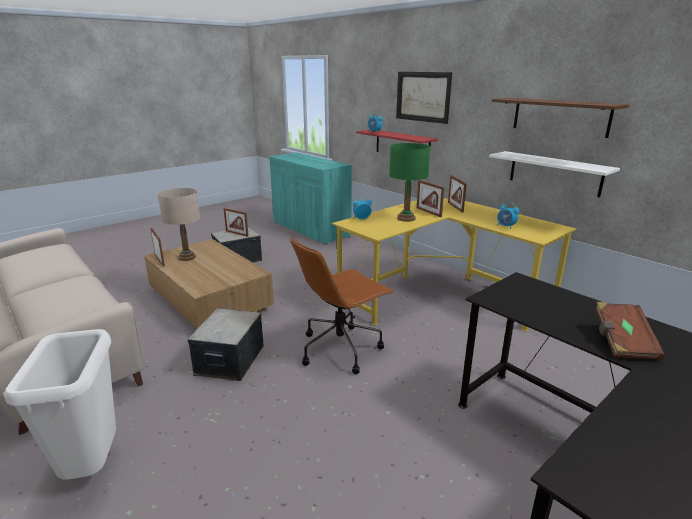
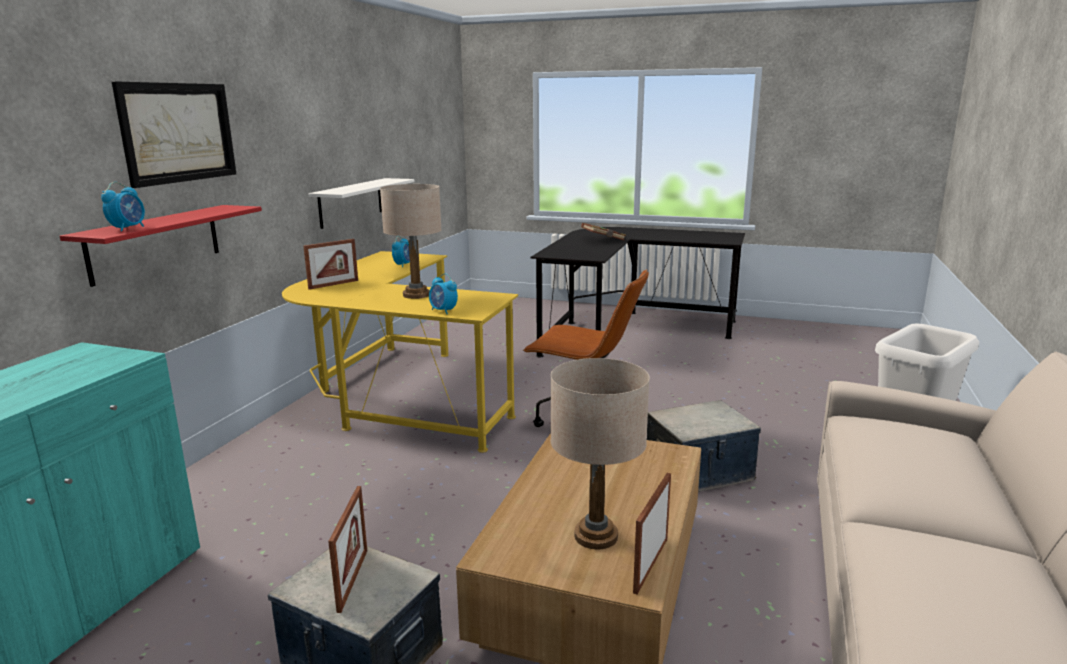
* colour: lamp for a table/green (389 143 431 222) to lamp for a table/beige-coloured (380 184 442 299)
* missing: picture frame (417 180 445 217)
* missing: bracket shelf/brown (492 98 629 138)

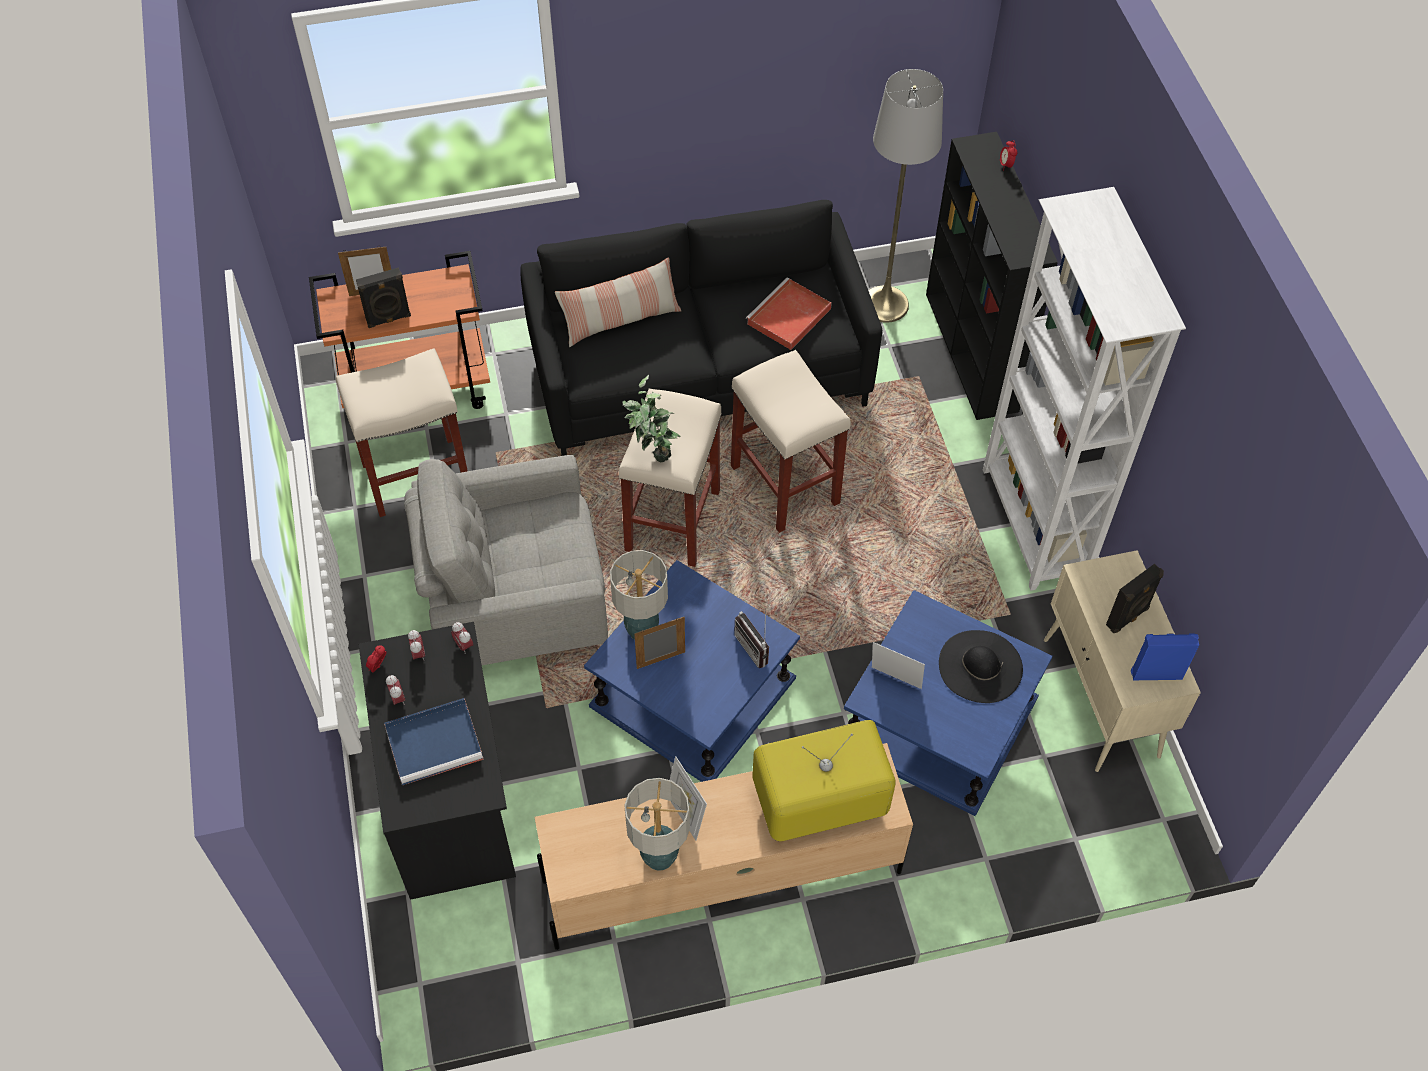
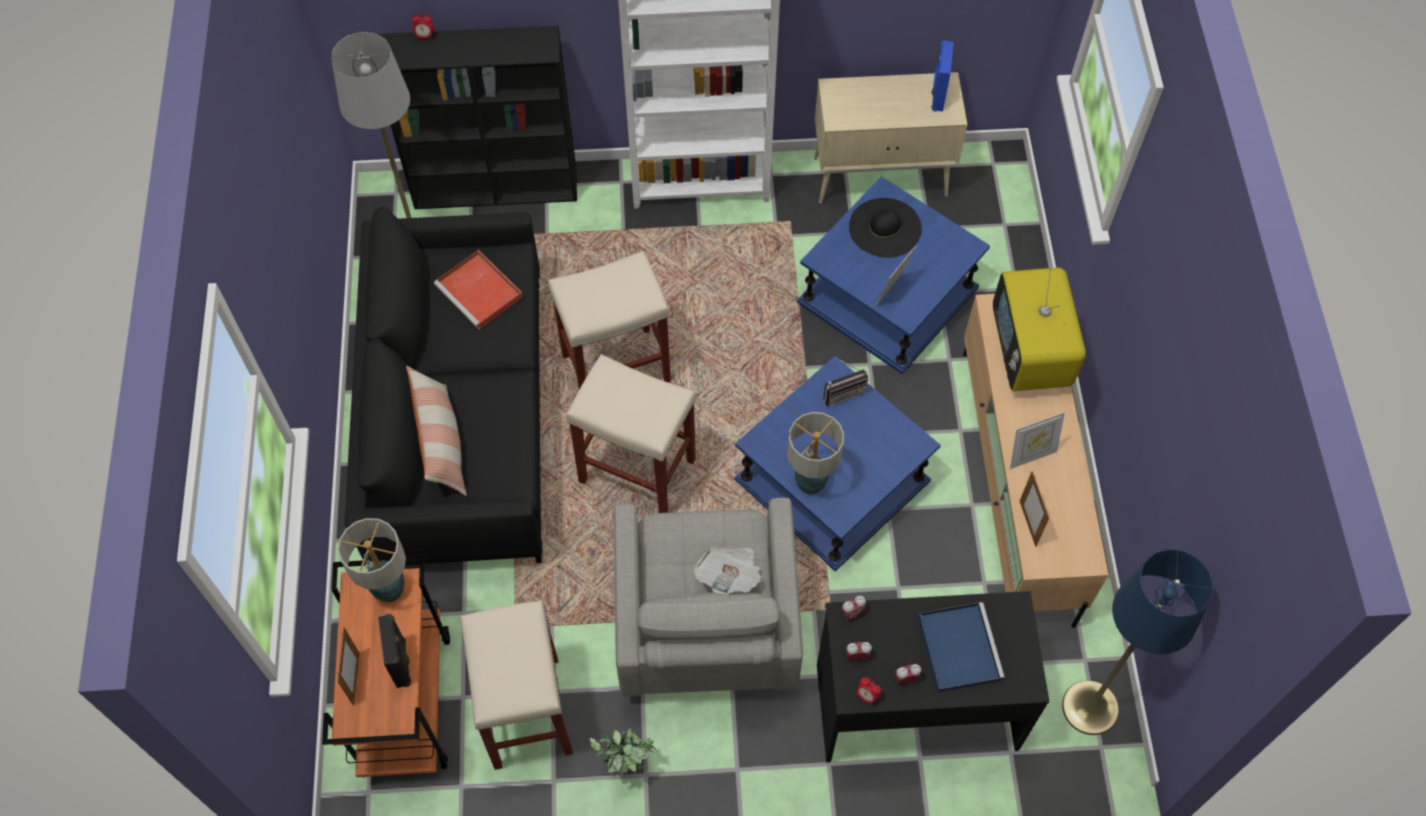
* relocated: lamp for a table (624 778 690 871) to (338 518 406 602)
* relocated: plant in a pot (622 375 680 462) to (590 728 658 777)
* appeared: printed paper (694 547 762 594)
* relocated: picture frame (634 617 685 669) to (1020 471 1049 547)
* appeared: standing lamp/bluish (1062 549 1213 735)
* missing: speaker/blackish (1106 564 1164 633)

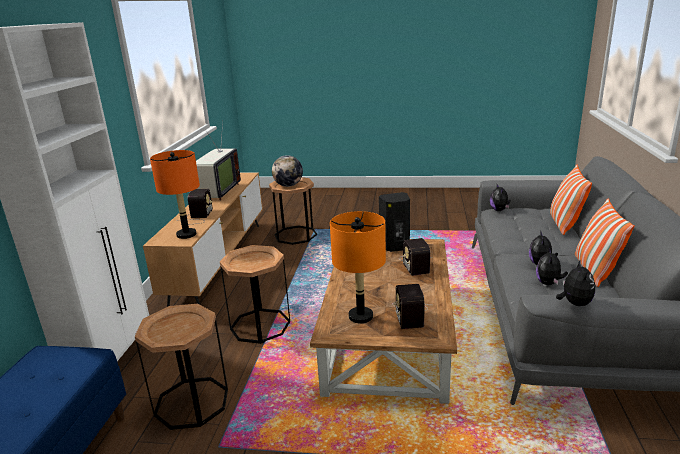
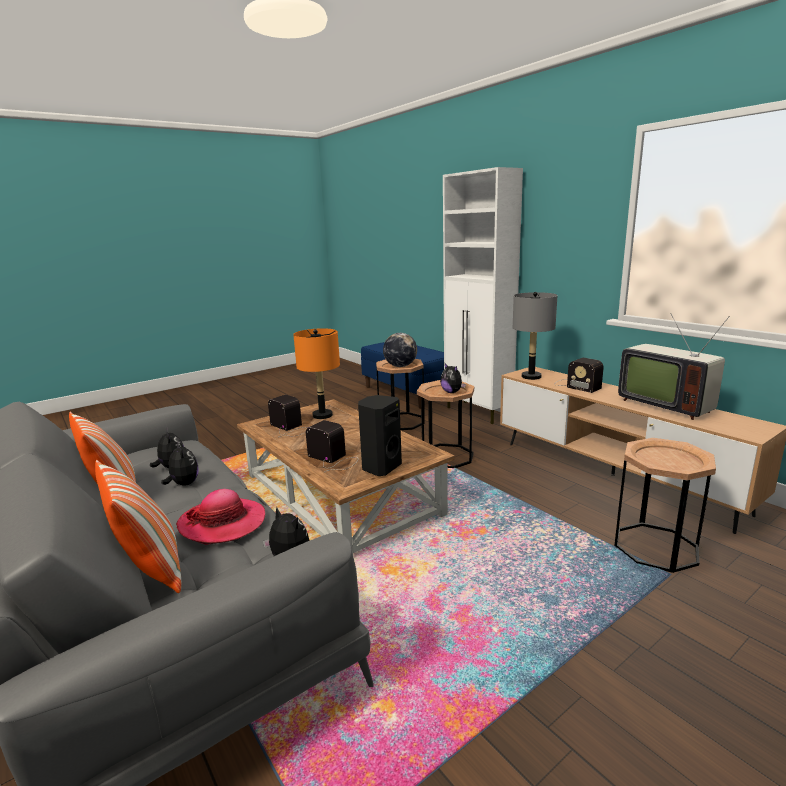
* appeared: hat (176 489 265 545)
* relocated: globe (272 155 303 187) to (383 333 417 367)
* relocated: cuddly toy (556 261 595 306) to (440 364 466 393)
* colour: lamp for a table/orange-coloured (150 150 200 239) to lamp for a table/grey (513 292 558 380)

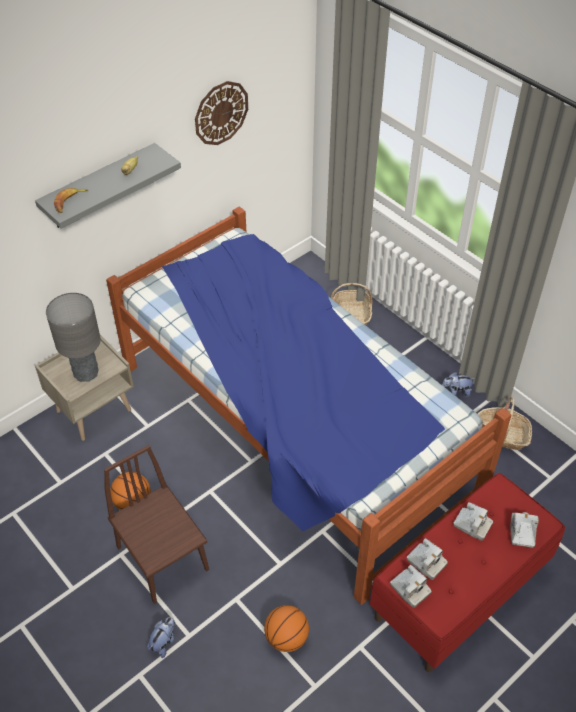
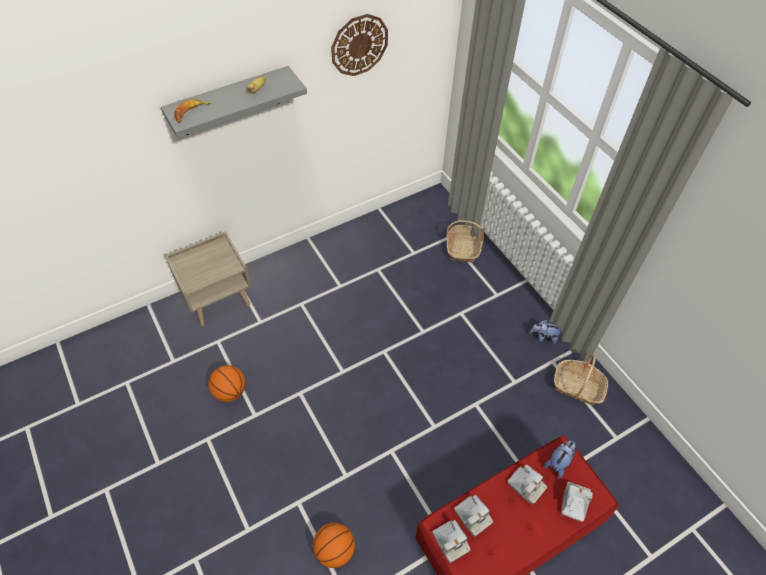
* relocated: cuddly toy (147 617 175 658) to (544 441 576 478)
* missing: lamp for a table/grey (46 293 101 382)
* missing: chair/brown (104 445 209 604)
* missing: bed (106 206 512 605)

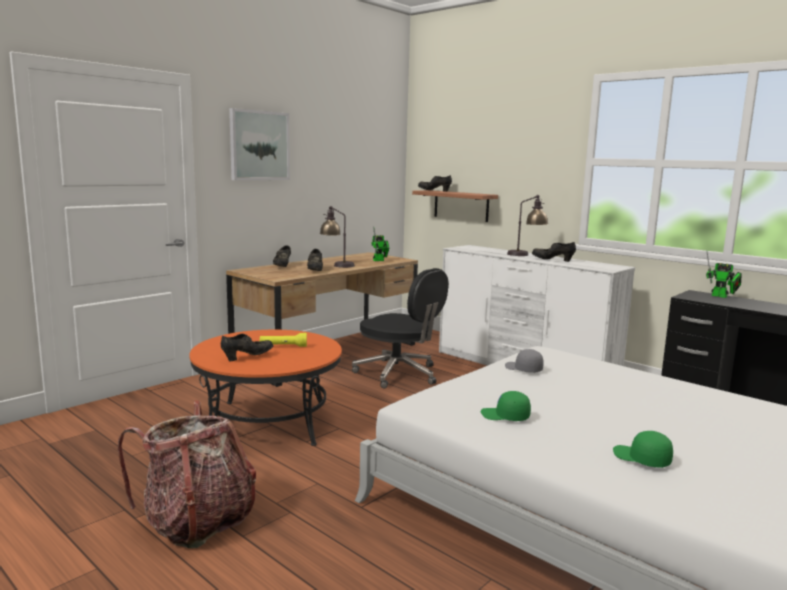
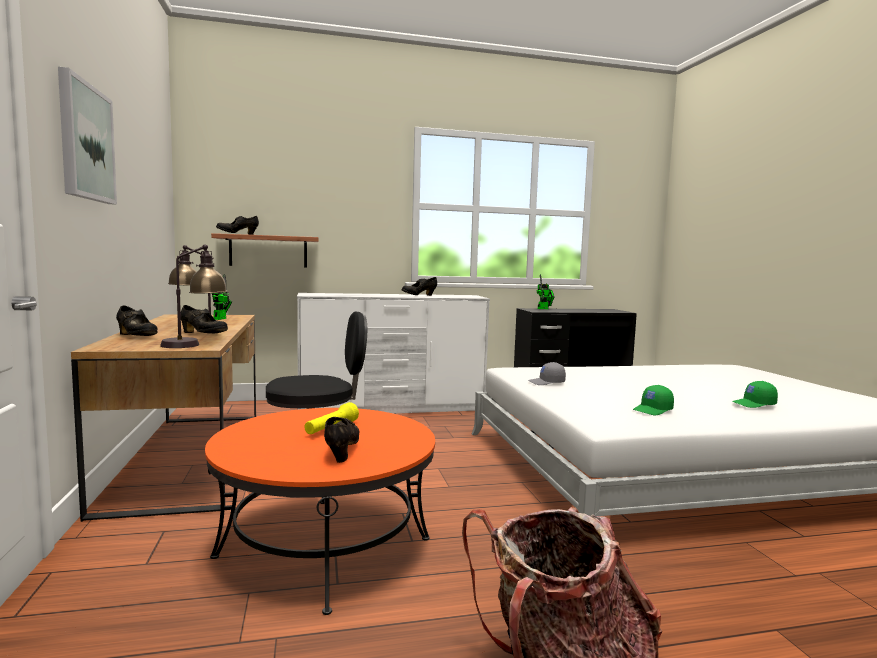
* relocated: lamp for a table (507 195 548 256) to (160 245 227 348)

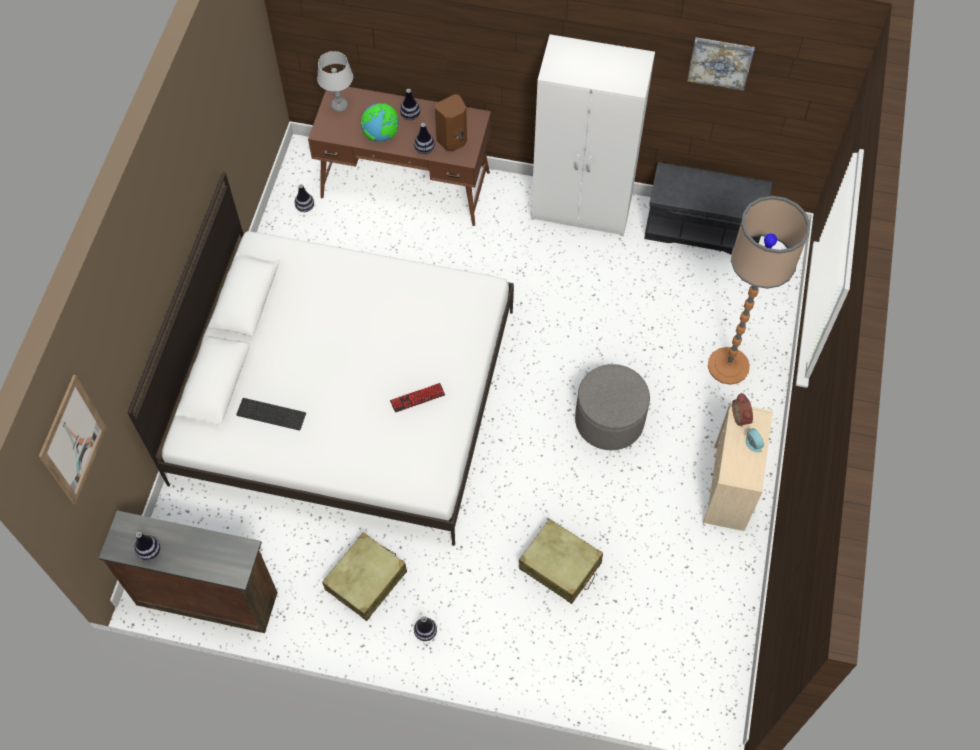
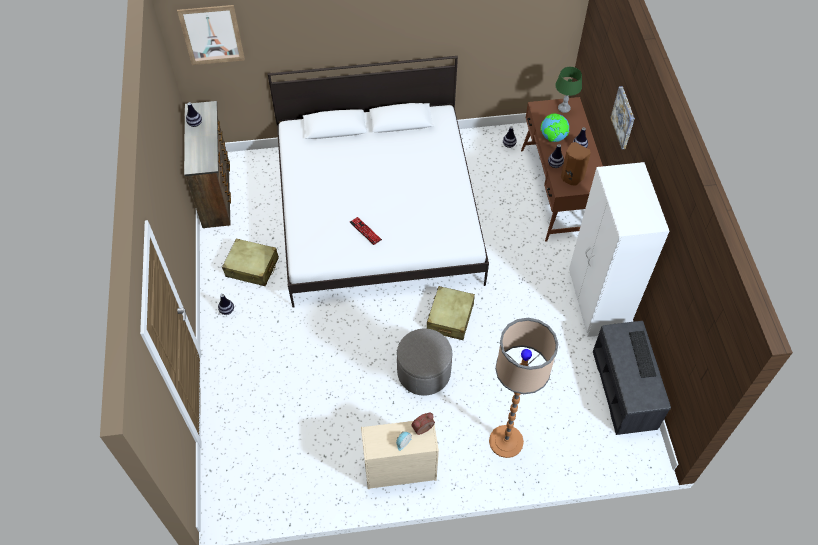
* relocated: travel case/beige-coloured (519 519 603 604) to (427 286 475 340)
* colour: lamp for a table/grey (317 51 353 112) to lamp for a table/green (555 67 582 113)
* relocated: wall picture (687 37 755 91) to (610 86 635 149)
* relocated: computer keyboard (236 398 306 431) to (629 331 657 378)

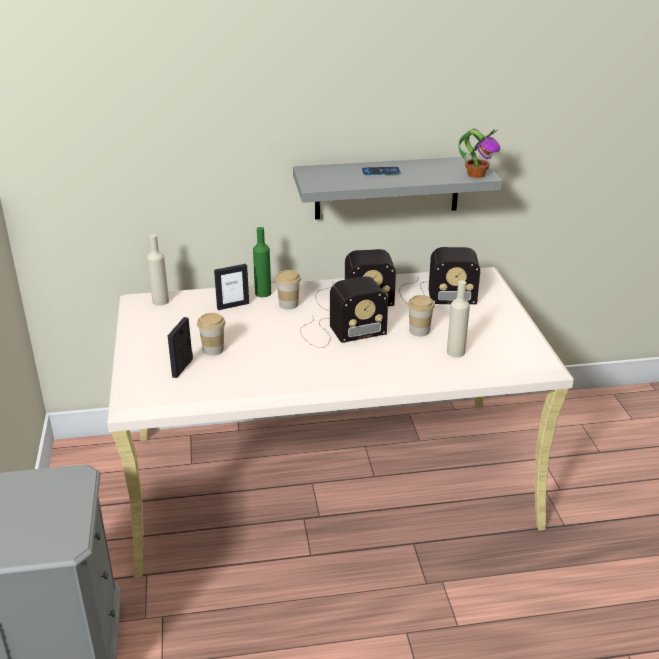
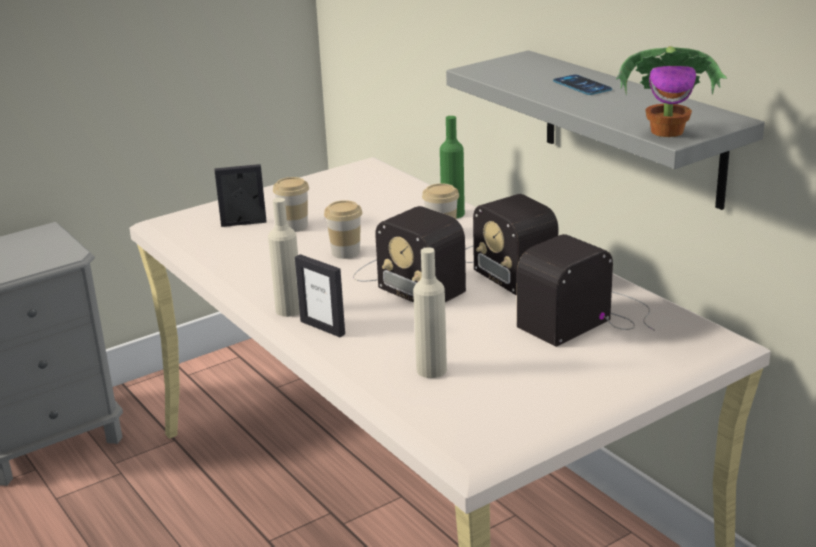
* relocated: drink bottle/beige-coloured (147 234 169 306) to (268 198 300 317)
* relocated: picture frame (214 264 249 310) to (295 254 345 337)
* relocated: cup (408 295 435 337) to (324 200 362 259)
* spun: radio receiver (399 247 480 305) = (517 234 655 347) 75 degrees clockwise

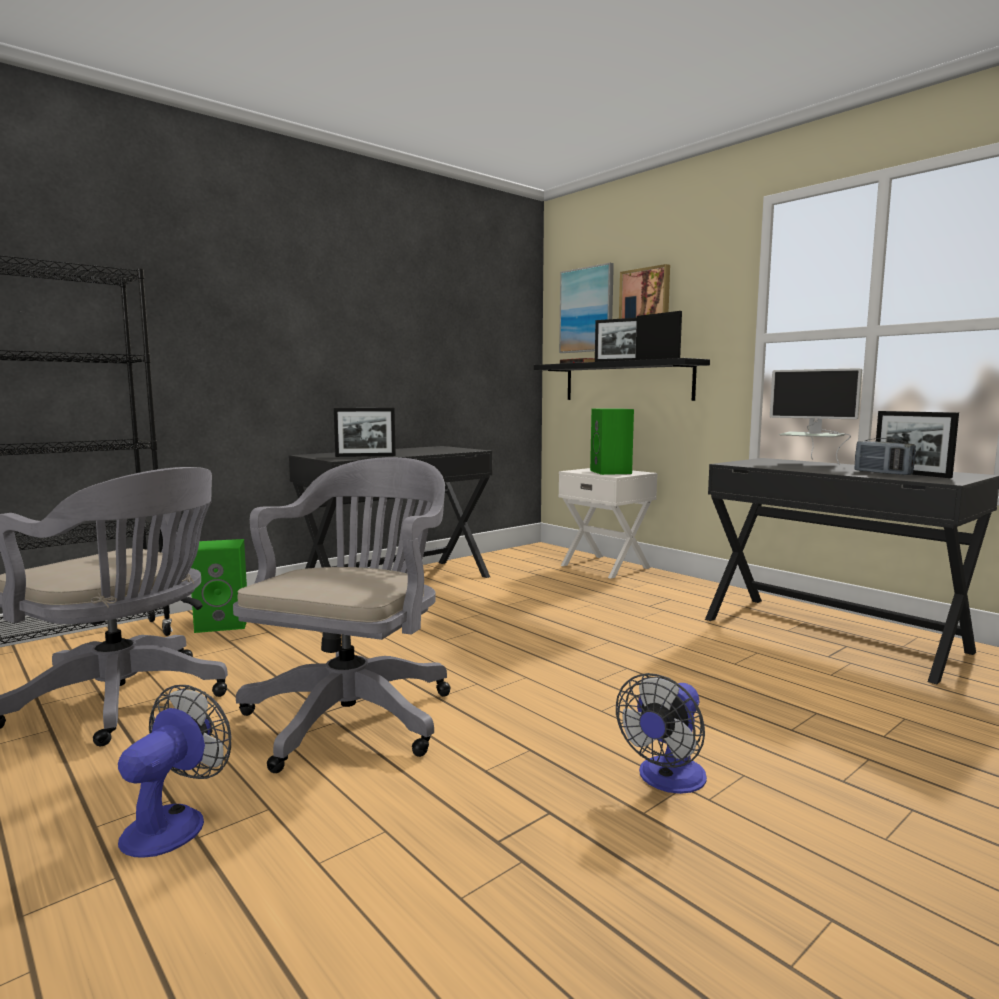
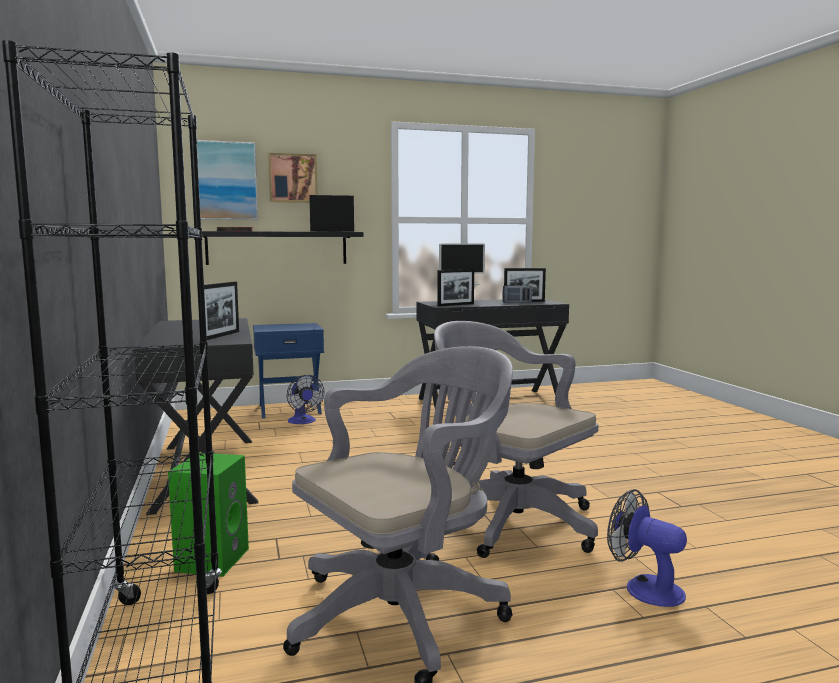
* colour: bedside table/whitish (558 468 657 579) to bedside table/bluish (253 323 324 418)
* relocated: fan (616 673 707 794) to (287 375 324 424)
* relocated: picture frame (595 318 637 362) to (437 269 474 306)
* missing: speaker/green (590 408 634 475)

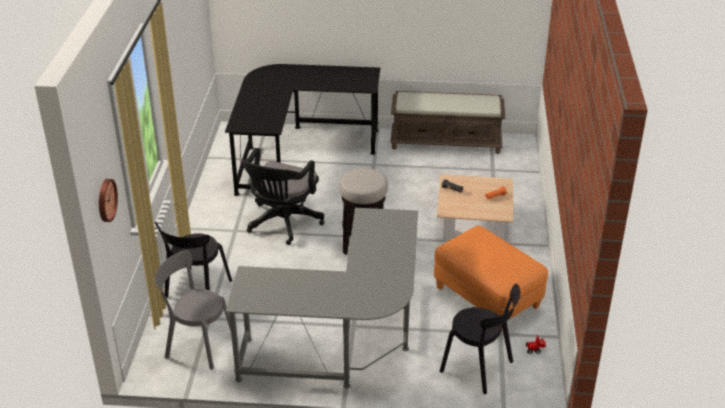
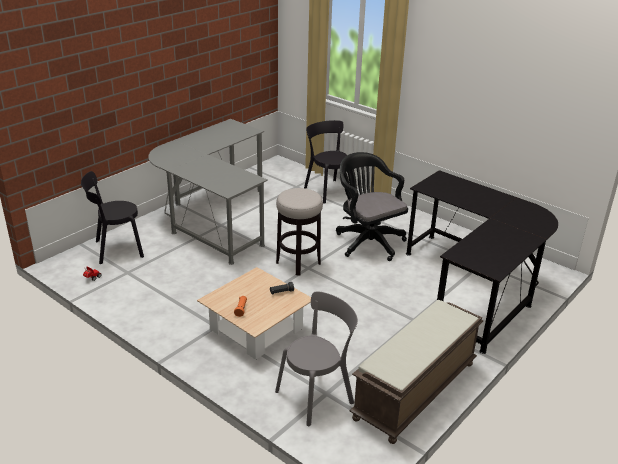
* relocated: chair/grey (155 250 231 370) to (275 291 358 426)
* missing: wall clock (99 179 118 222)
* missing: pouffe/orange-coloured (434 225 548 332)

